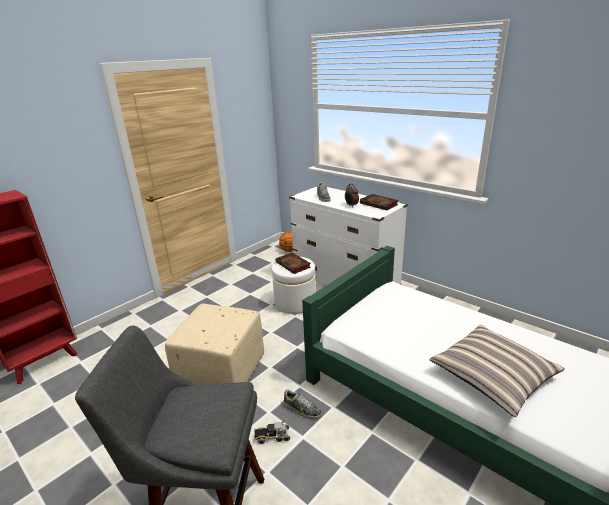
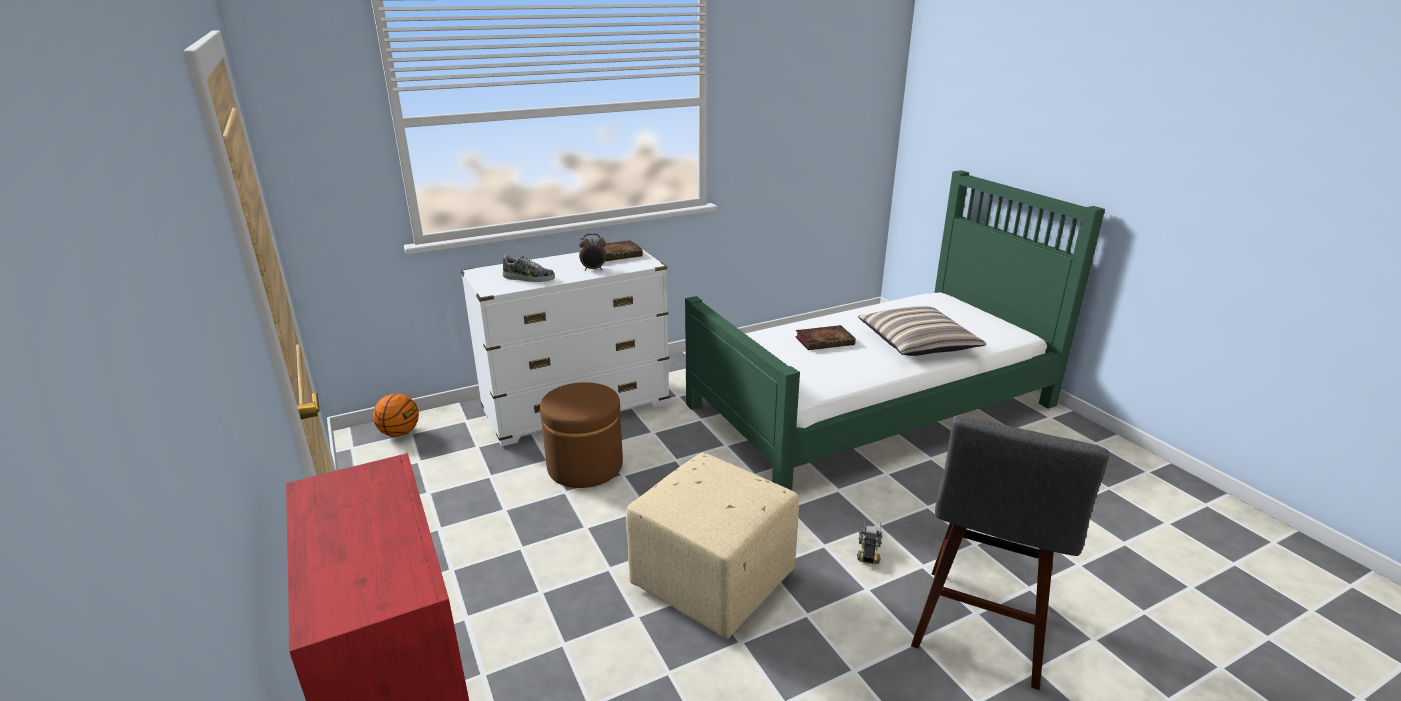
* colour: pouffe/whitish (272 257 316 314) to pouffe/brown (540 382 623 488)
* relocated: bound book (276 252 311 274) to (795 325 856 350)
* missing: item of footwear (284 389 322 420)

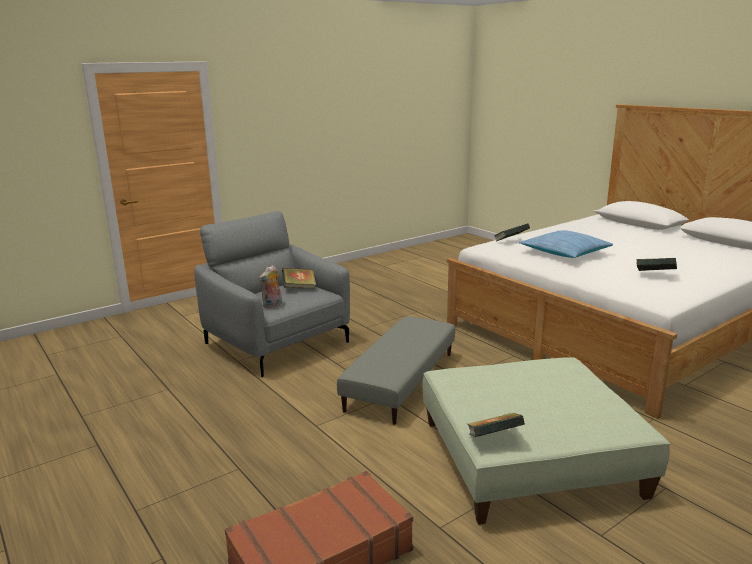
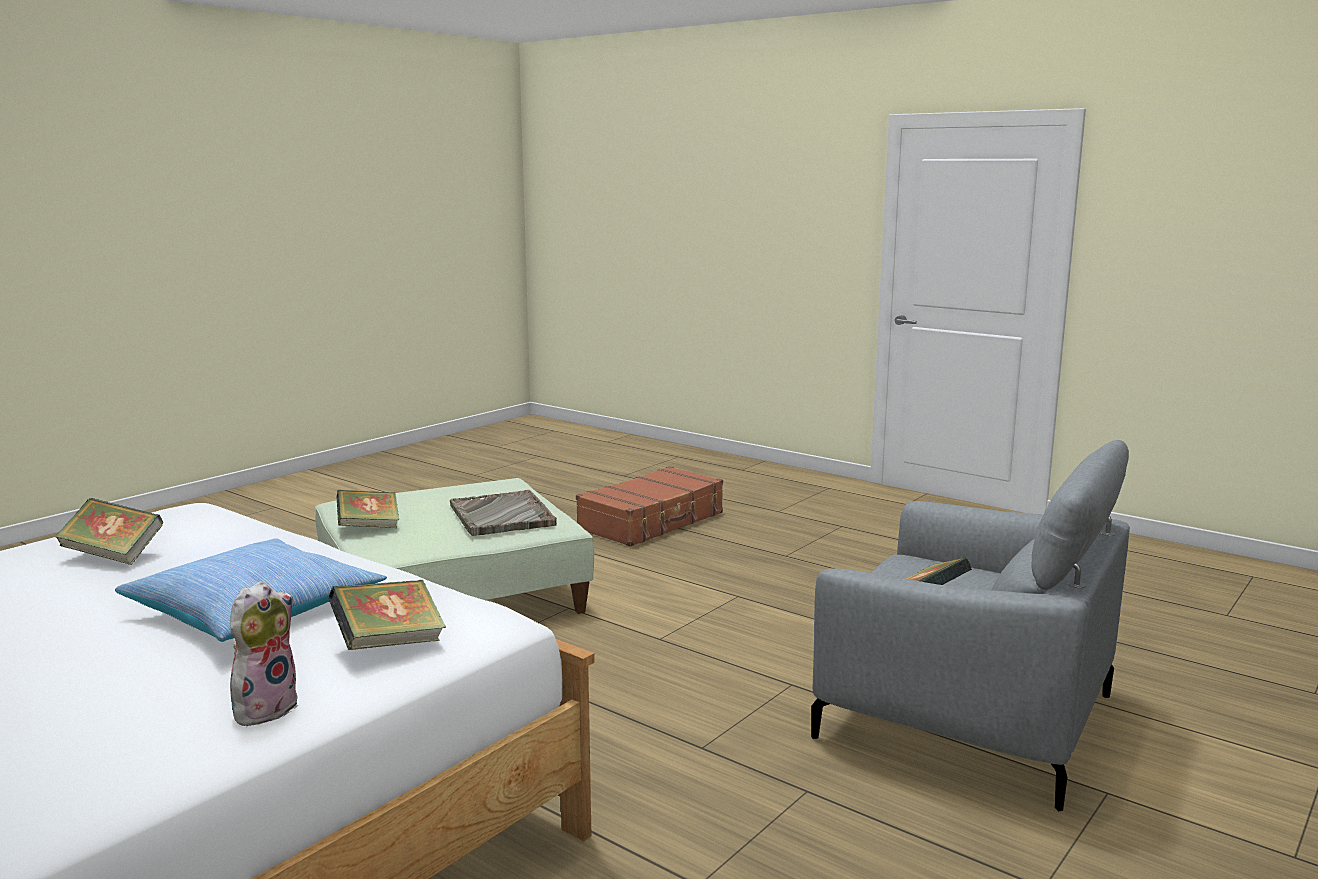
* relocated: cuddly toy (259 265 282 308) to (230 581 298 726)
* relocated: bound book (467 413 525 437) to (337 490 399 528)
* appeared: serving tray/grey (450 490 557 536)
* missing: pouffe/grey (337 317 455 425)

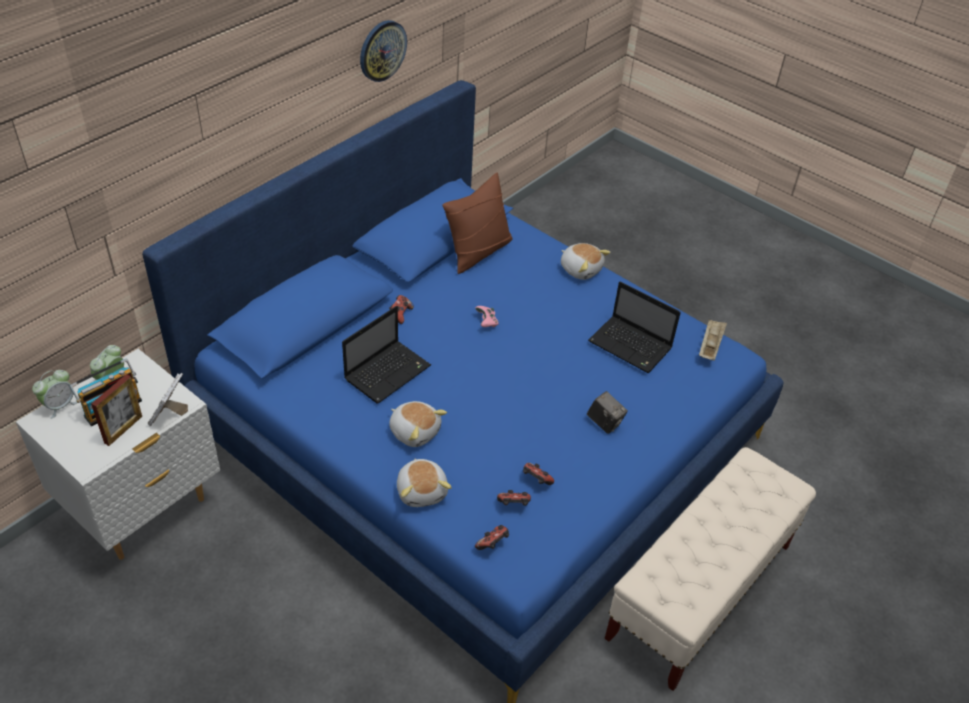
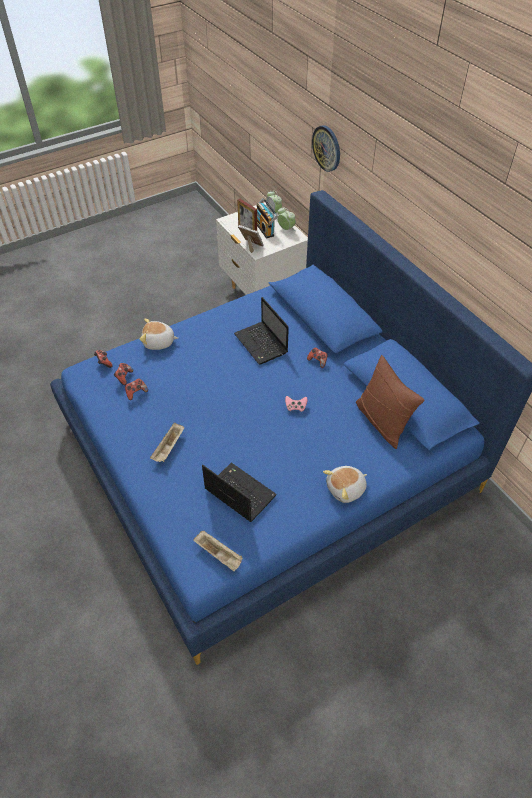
* exchanged: still camera (587 391 628 434) to serving tray/beige-coloured (150 422 184 462)
* spun: laptop (588 281 681 373) = (202 463 277 522) 75 degrees clockwise
* relocated: wall clock (360 20 407 82) to (312 125 340 172)
* missing: cuddly toy (389 401 447 447)
* missing: long seat/beige-coloured (605 447 816 691)

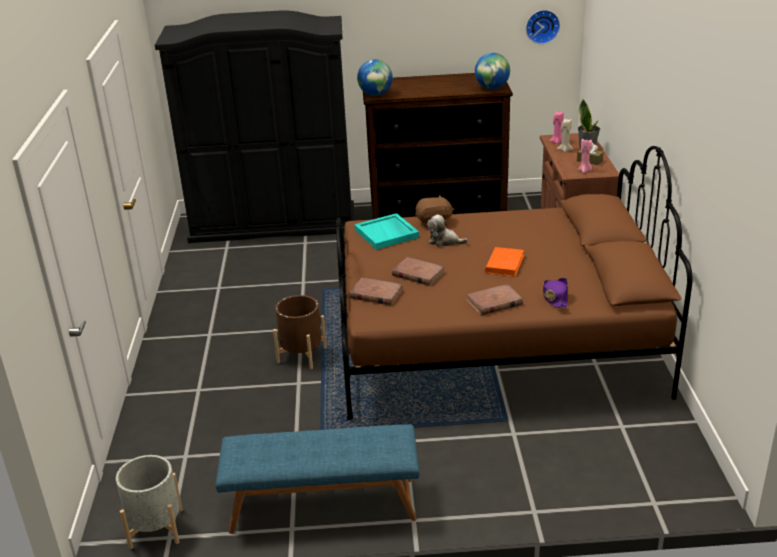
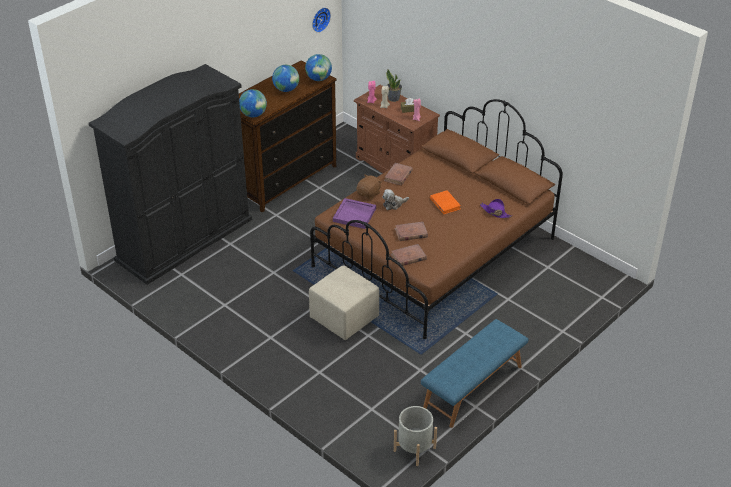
* appeared: globe (272 65 299 92)
* exchanged: plant pot/brown (273 295 327 369) to pouffe/beige-coloured (309 265 379 340)
* colour: serving tray/blue-green (355 213 419 250) to serving tray/purple (333 198 376 229)
* relocated: bound book/brown (466 284 523 316) to (384 163 413 186)

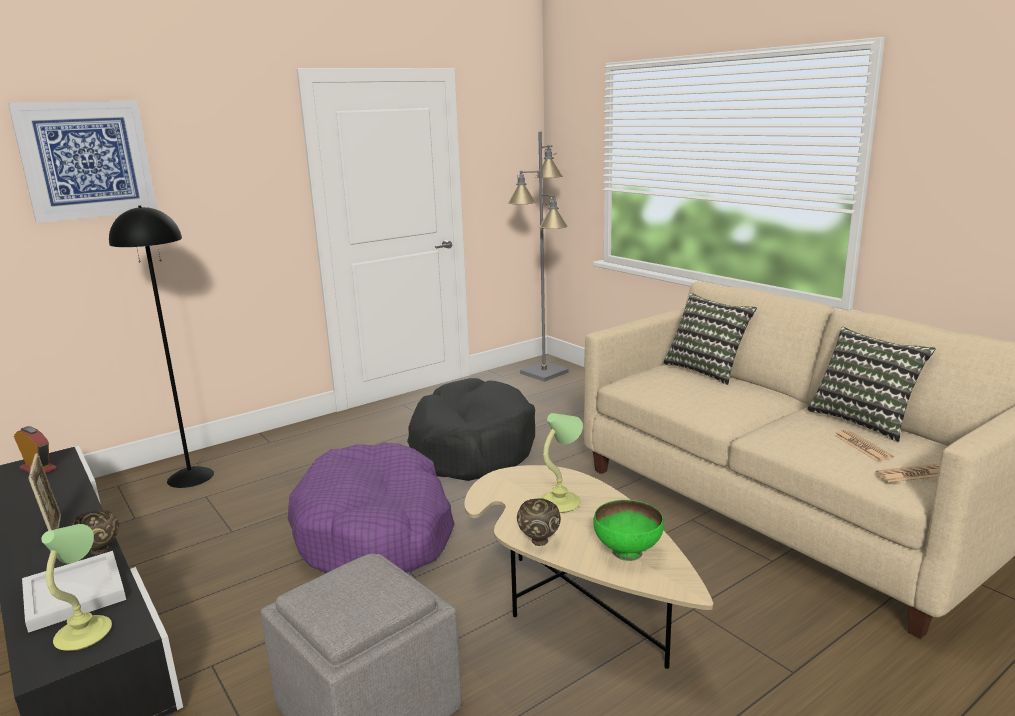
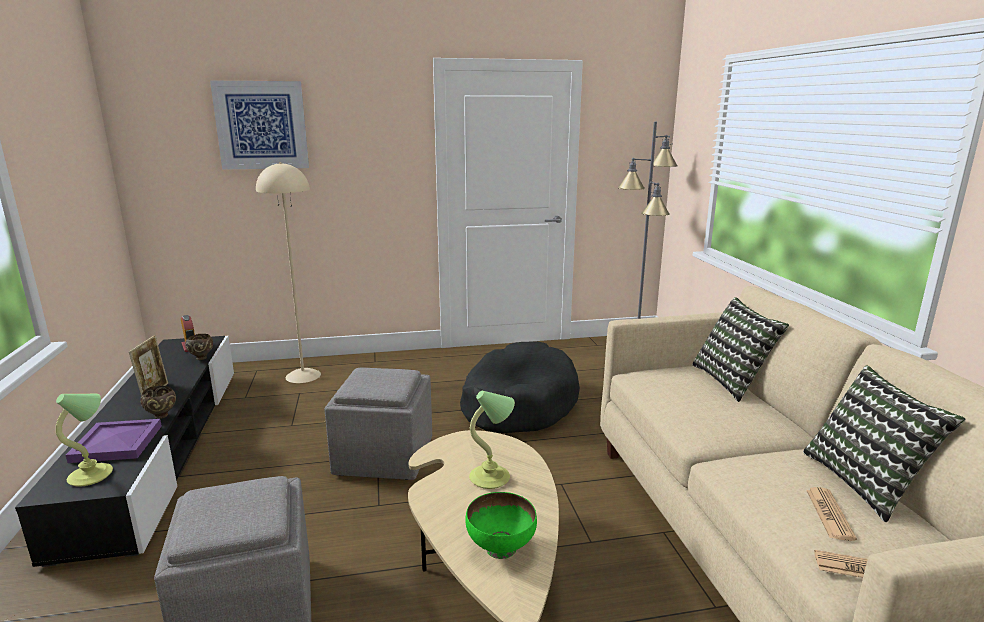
* colour: serving tray/whitish (22 551 126 633) to serving tray/purple (66 419 162 463)
* relocated: deep dish/brown (517 498 561 546) to (185 334 213 360)
* colour: standing lamp/blackish (109 206 214 488) to standing lamp/beige-coloured (256 162 321 383)
* exchanged: pet bed/purple (288 442 455 573) to pouffe/grey (325 368 432 480)

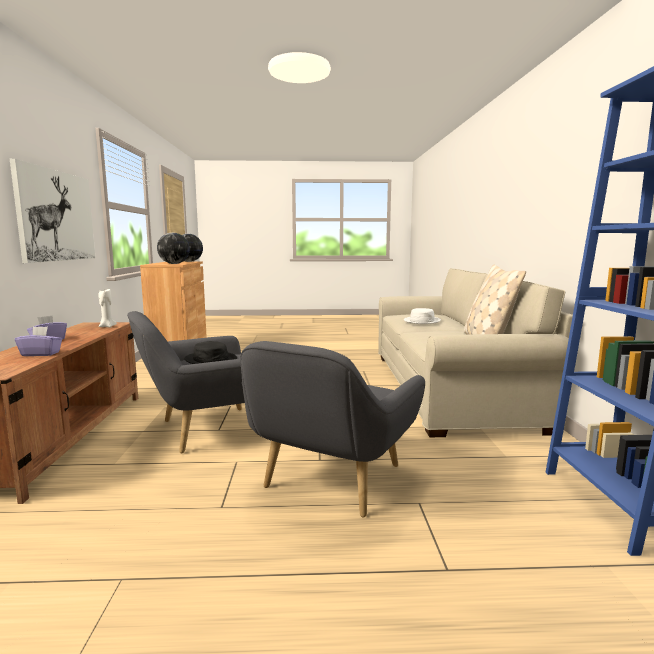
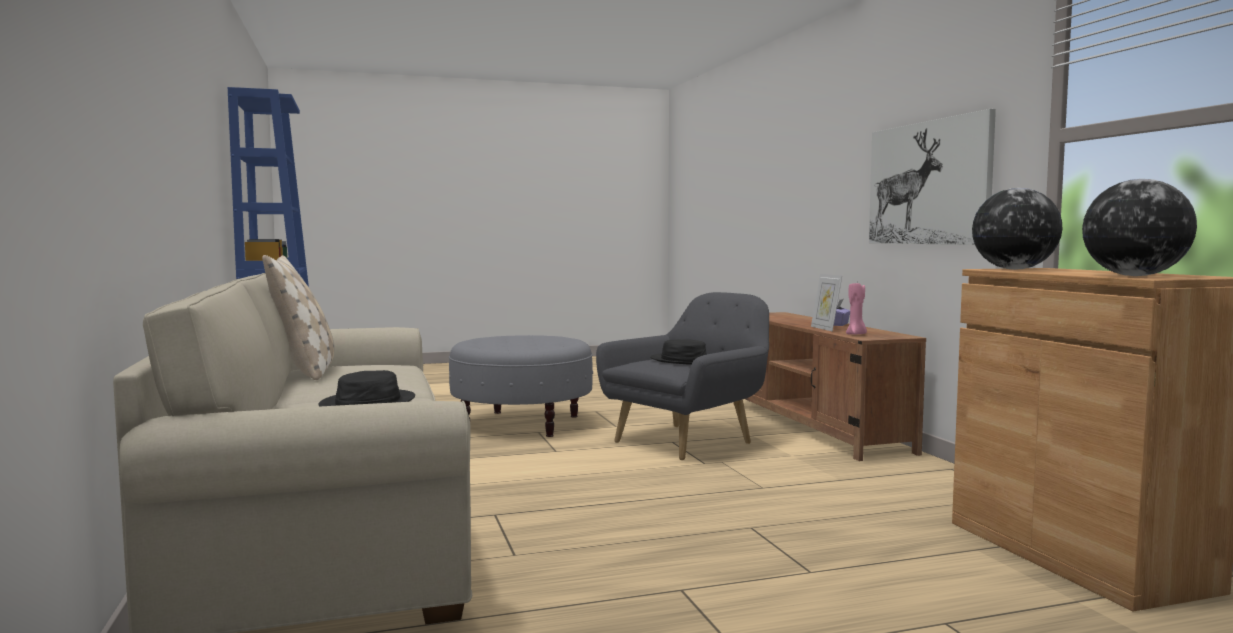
* colour: hat/whitish (404 308 441 324) to hat/blackish (318 370 415 407)
* exchanged: armchair/grey (240 341 425 517) to pouffe/grey (449 335 593 437)
* appeared: picture frame (811 274 842 331)
* colour: wax candle/whitish (98 289 117 328) to wax candle/pink (846 283 867 335)
* missing: tissue holder/purple (15 327 62 356)

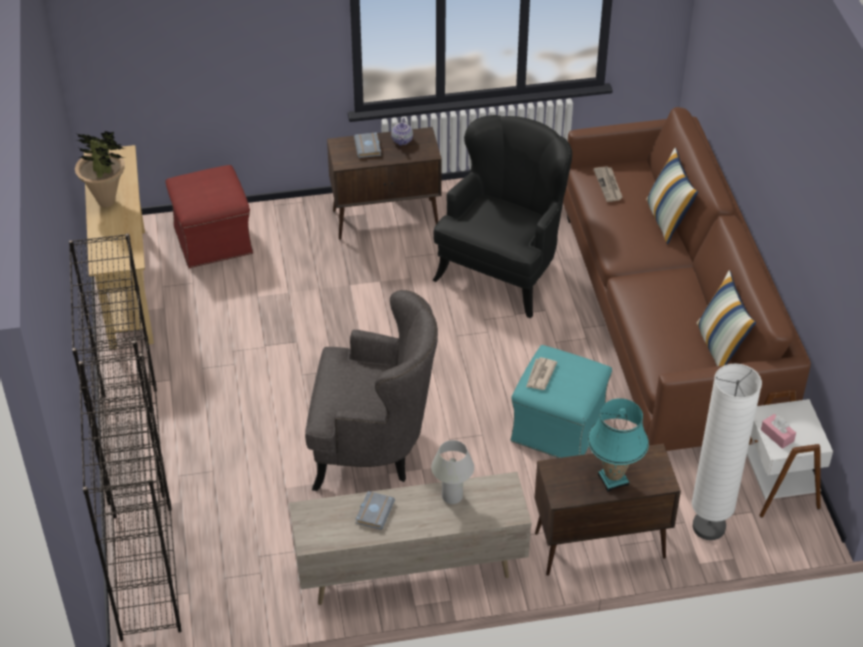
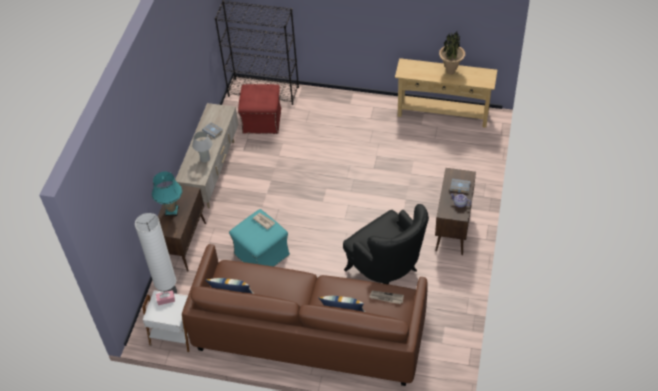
* relocated: pouffe/red (166 165 253 268) to (238 84 281 134)
* missing: bookshelf/blackish (69 234 164 505)
* missing: armchair/grey (305 290 438 491)

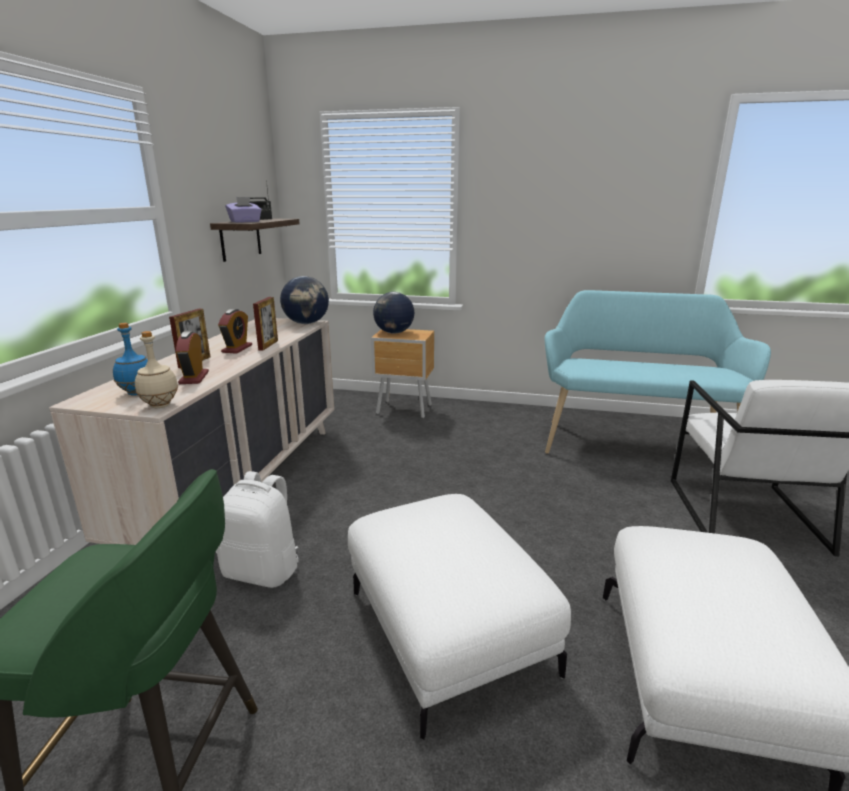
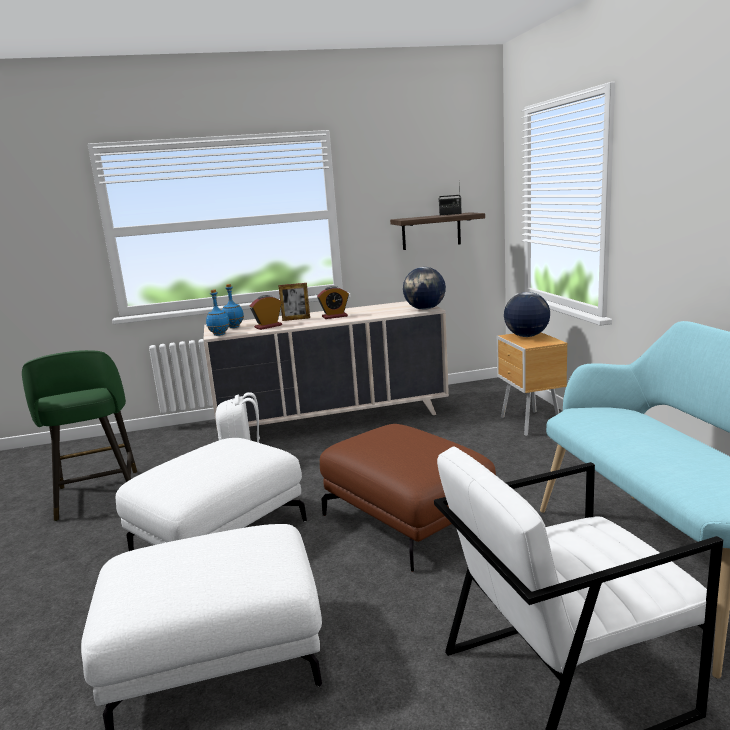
* colour: drink bottle/beige-coloured (135 331 178 408) to drink bottle/bluish (206 289 230 336)
* appeared: pouffe/brown (320 424 496 572)
* missing: tissue holder/purple (226 197 262 223)
* missing: picture frame (253 297 278 351)

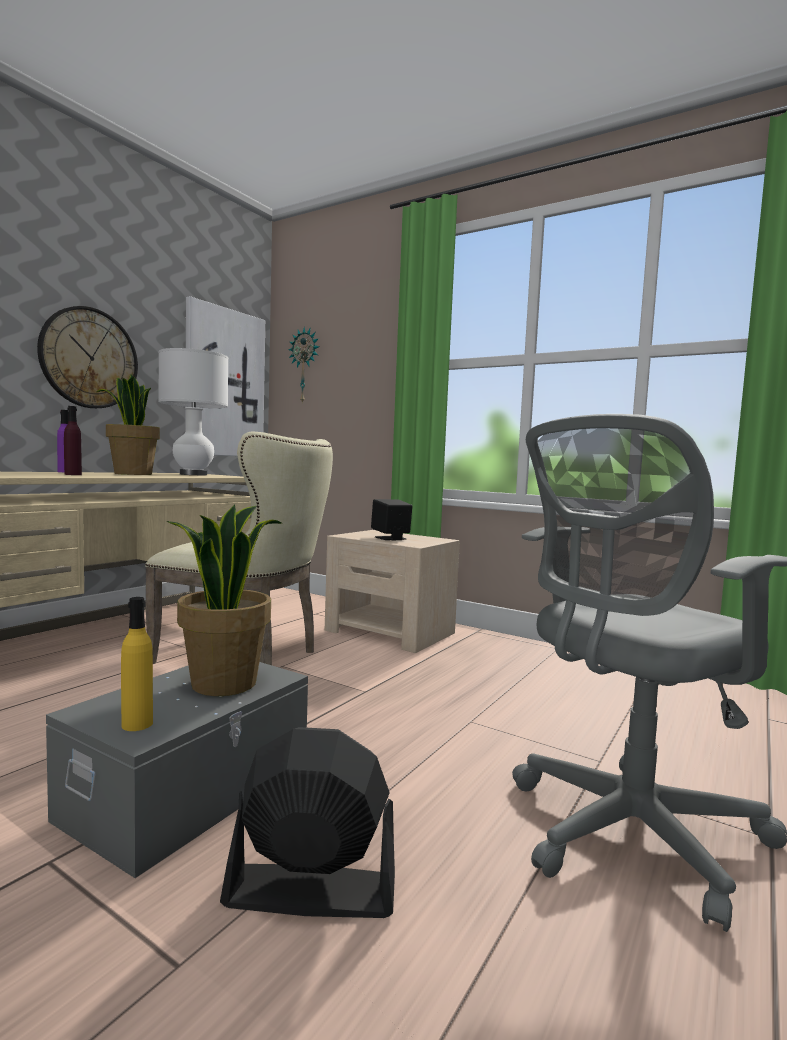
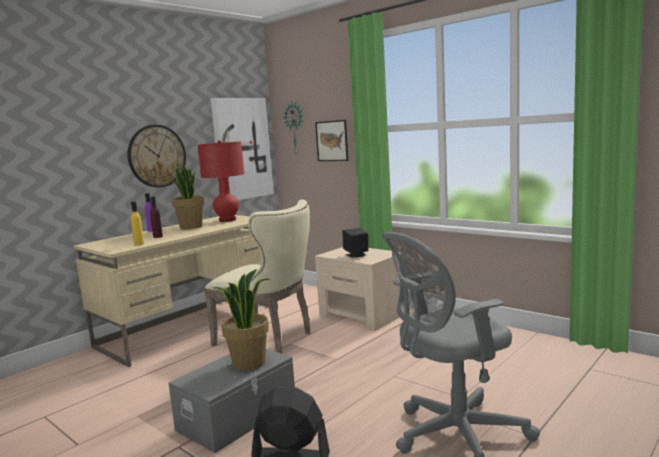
* relocated: drink bottle/yellow-coloured (121 597 153 731) to (131 201 144 246)
* colour: lamp for a table/whitish (158 348 228 475) to lamp for a table/red (197 140 245 222)
* appeared: wall picture (315 120 349 161)

